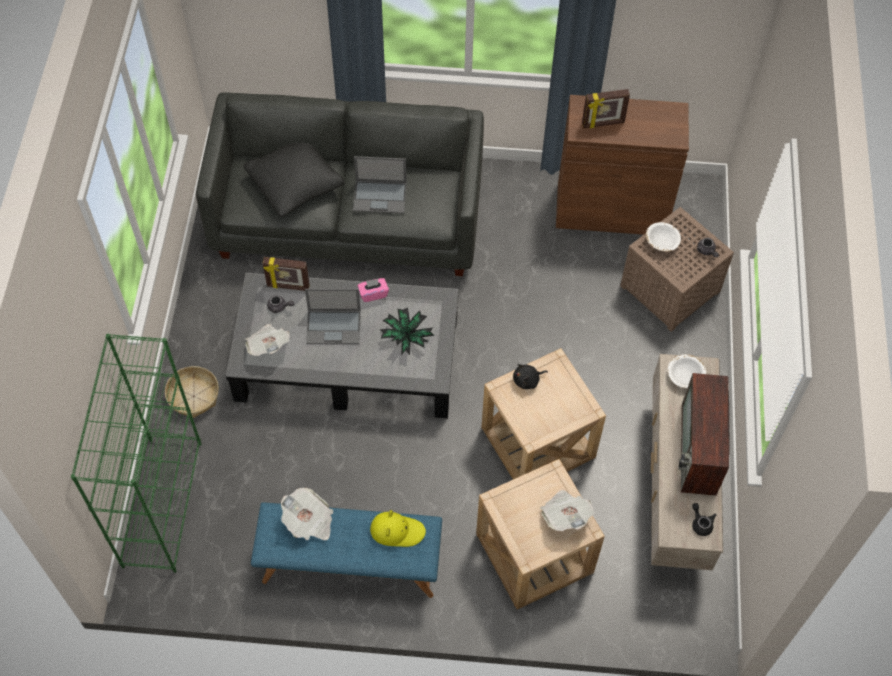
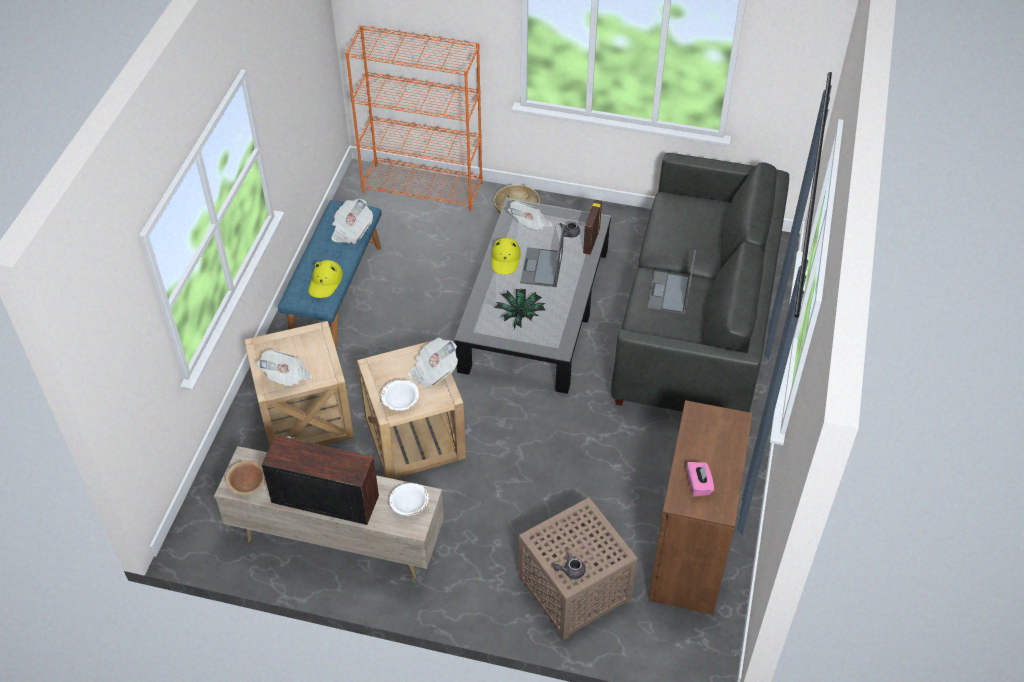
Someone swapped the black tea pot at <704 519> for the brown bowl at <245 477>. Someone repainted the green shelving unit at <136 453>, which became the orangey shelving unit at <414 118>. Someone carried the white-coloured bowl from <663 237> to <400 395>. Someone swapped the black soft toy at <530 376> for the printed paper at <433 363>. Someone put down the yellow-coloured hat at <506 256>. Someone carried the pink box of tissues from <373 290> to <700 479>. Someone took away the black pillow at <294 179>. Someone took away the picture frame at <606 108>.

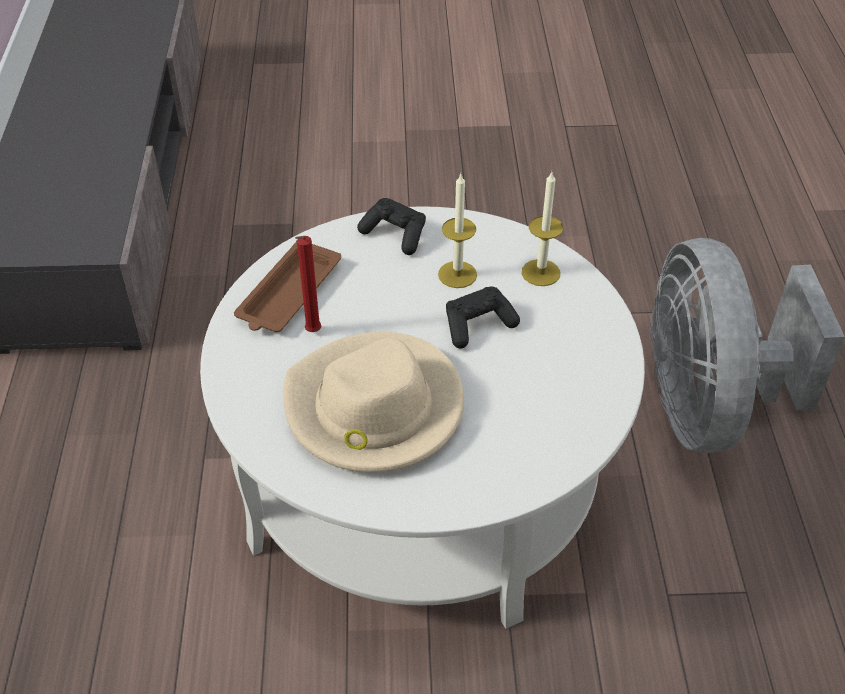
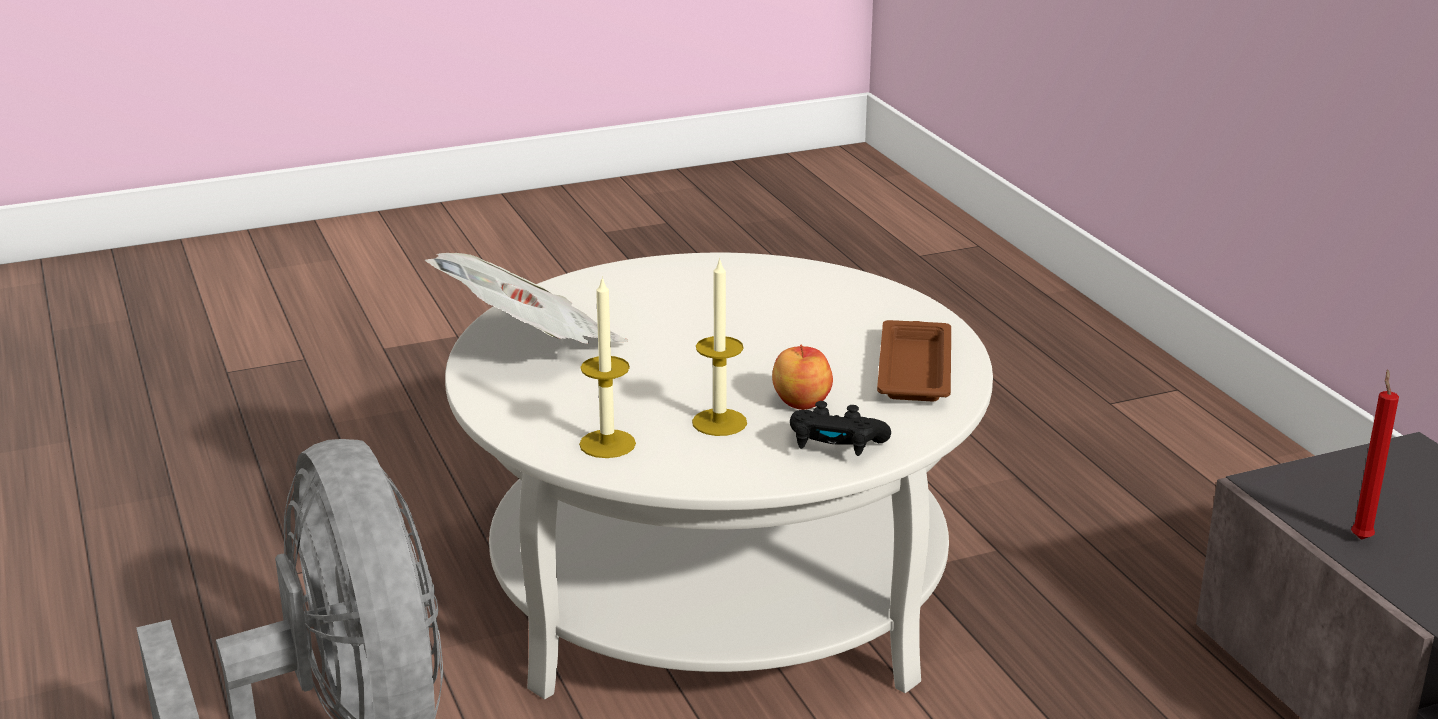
Someone put down the printed paper at <526 298>. Someone put down the whole apple at <802 377>. Someone carried the red-coloured candle from <308 284> to <1375 454>. Someone took away the sand-coloured hat at <374 402>. Someone took away the black gamepad at <483 317>.

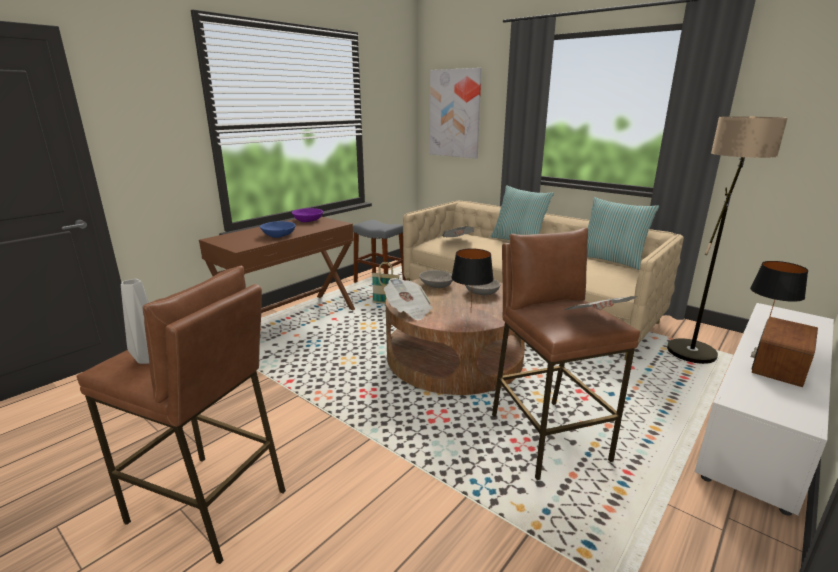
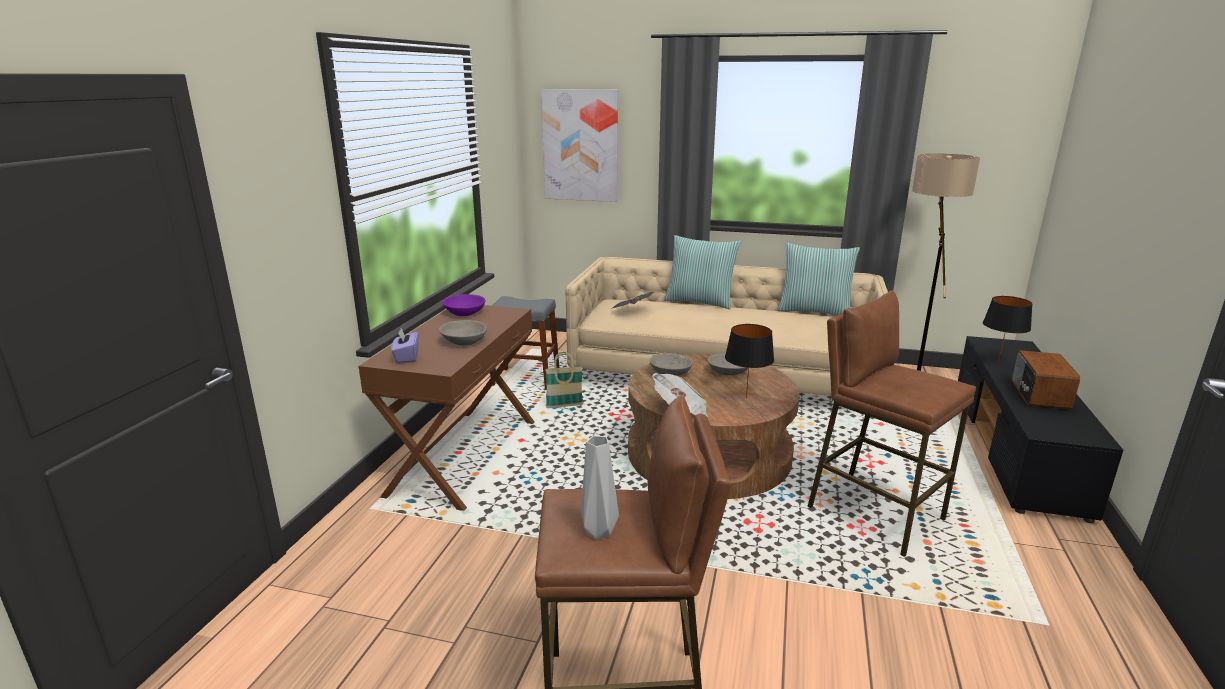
Someone put down the purple-coloured box of tissues at <405 345>. Someone repainted the blue bowl at <278 229>, which became the greyish bowl at <463 333>. Someone repainted the white-coloured tv stand at <764 409>, which became the black tv stand at <1040 429>. Someone took away the printed paper at <601 303>.

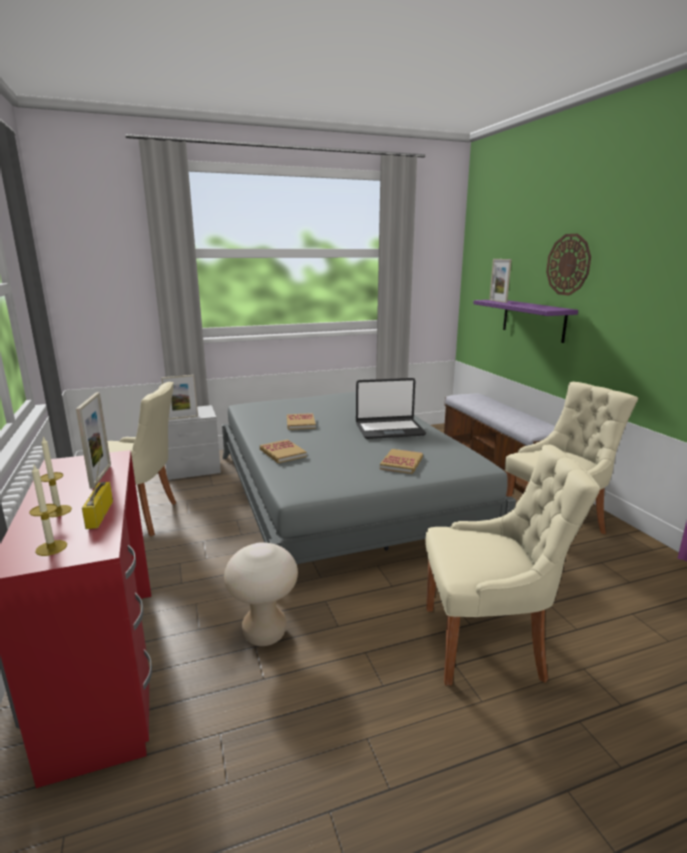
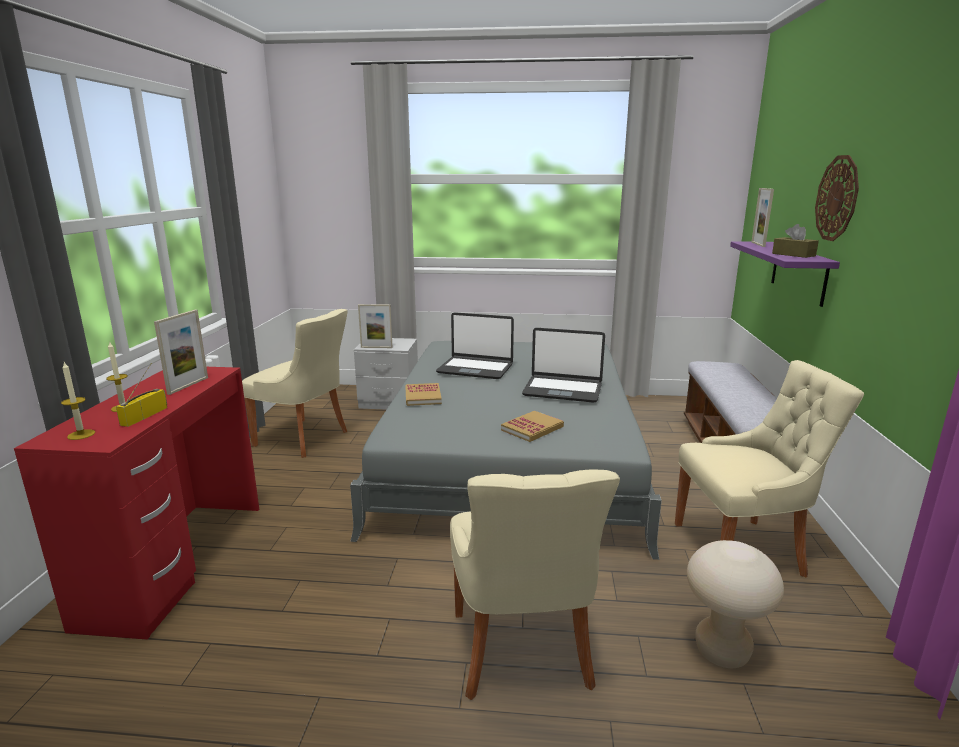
Someone swapped the bound book at <301 421> for the laptop at <475 345>. Someone rotated the sand-coloured upright chair at <512 565> by 60 degrees clockwise. Someone carried the sand-coloured stool seat from <261 594> to <735 604>. Someone put down the brown box of tissues at <795 241>.

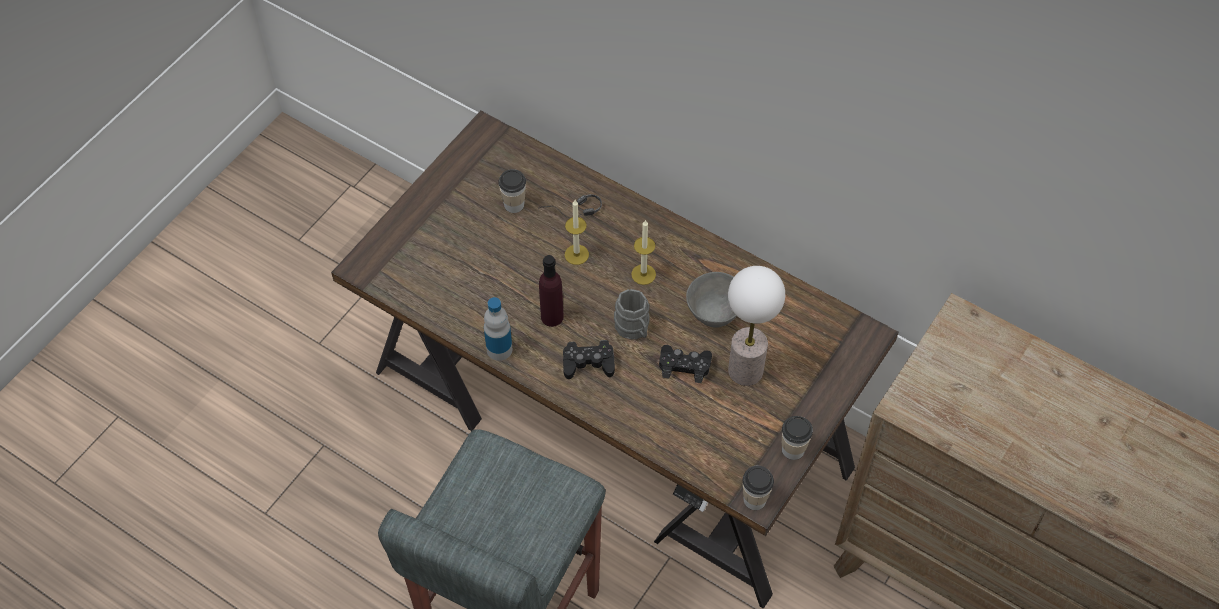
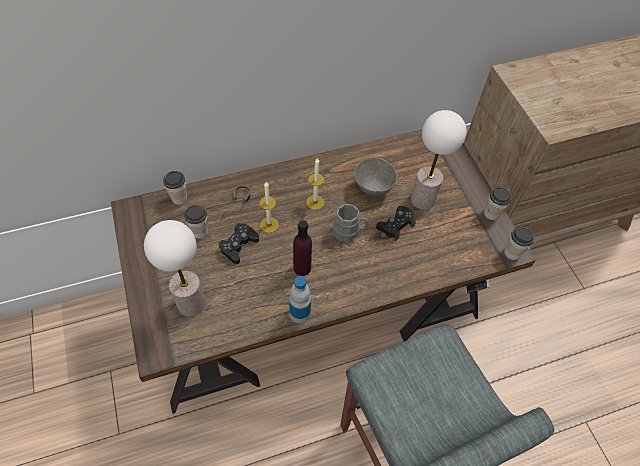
Someone put down the lamp for a table at <175 268>. Someone put down the drinking cup at <175 188>. Someone carried the black gamepad from <589 359> to <239 243>.

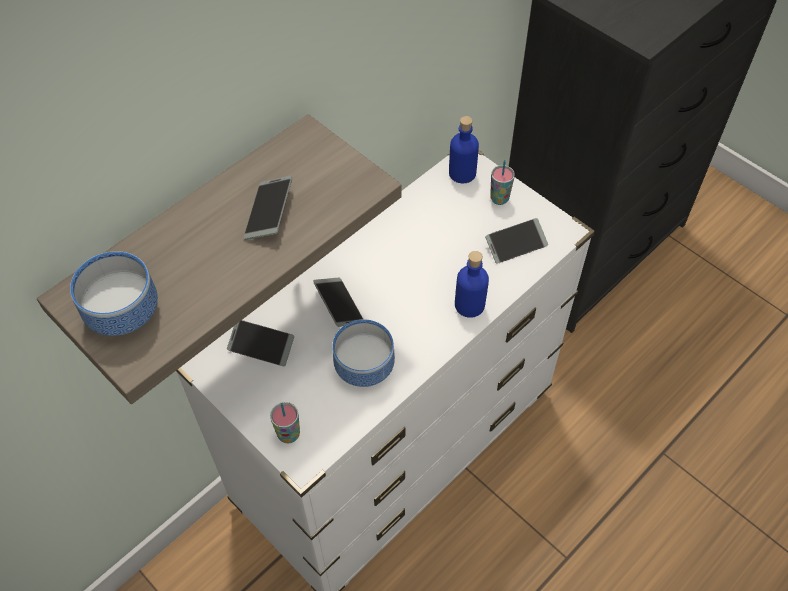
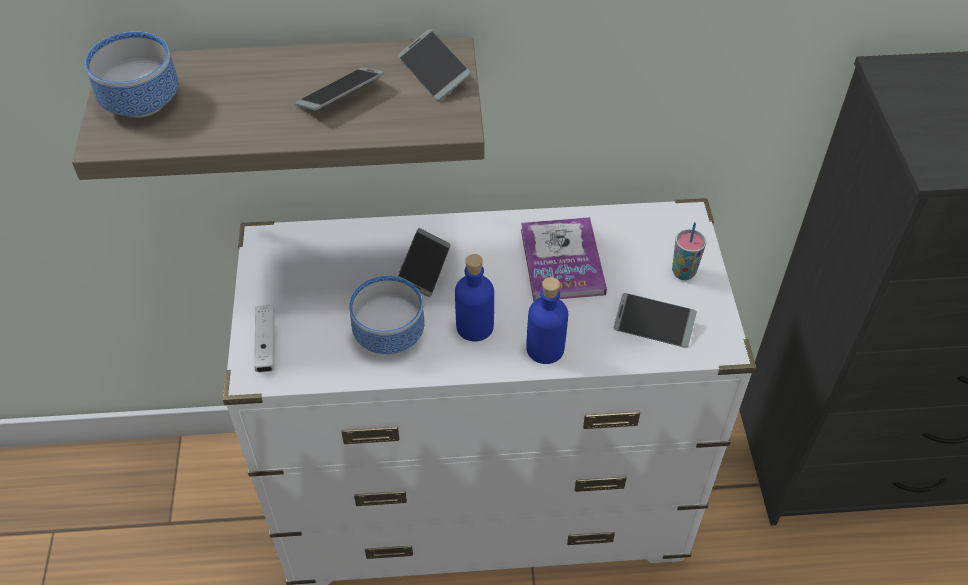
Someone swapped the drinking cup at <285 422> for the white-coloured gamepad at <264 338>. Someone carried the handset from <260 343> to <434 65>. Someone carried the blue drink bottle from <464 149> to <474 297>. Someone put down the bound book at <564 259>.

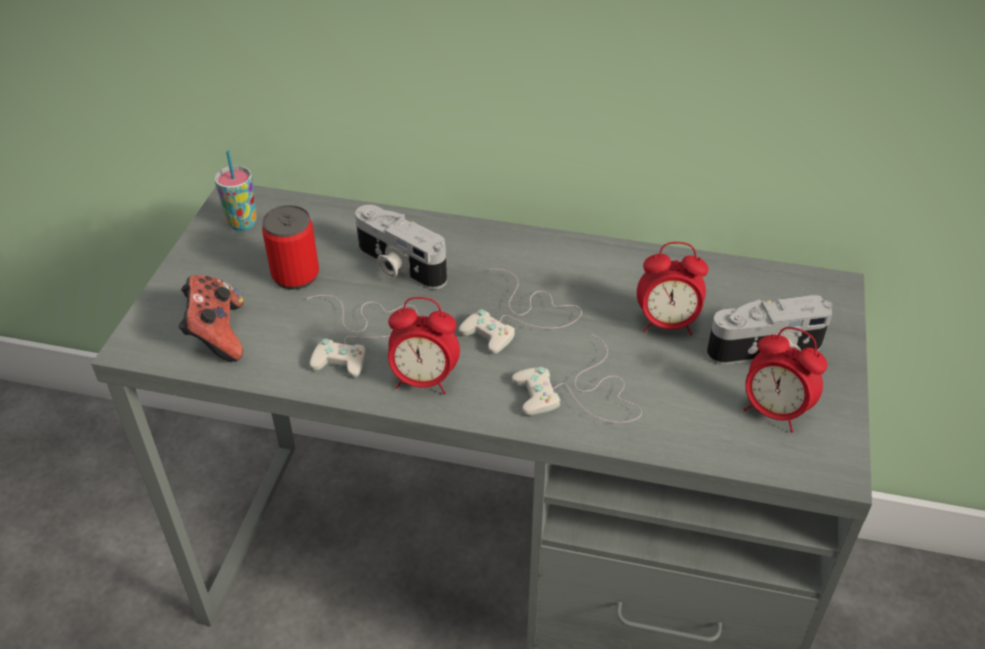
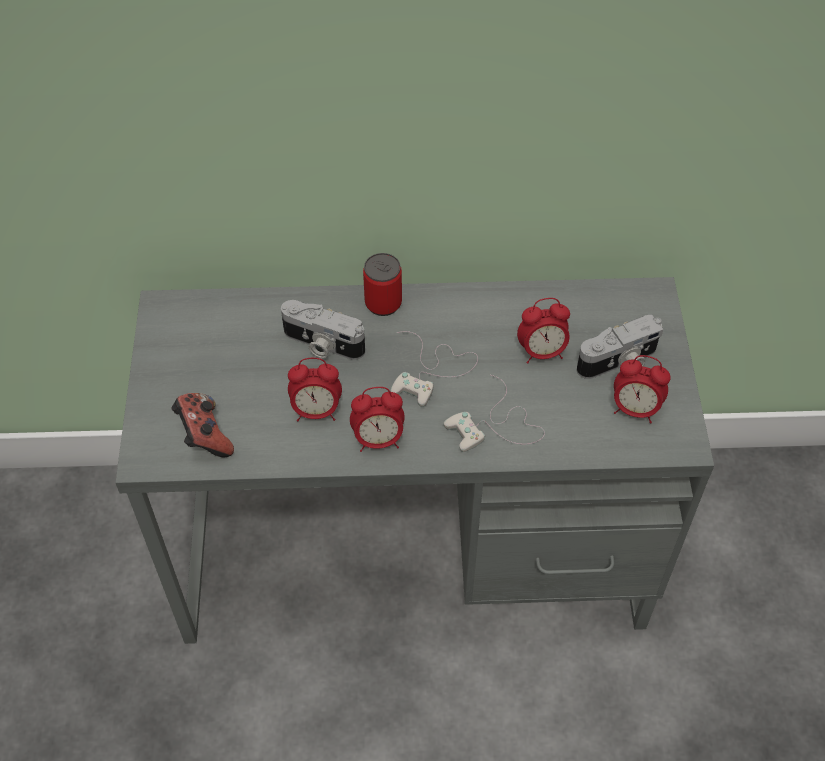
Someone swapped the white-coloured gamepad at <362 336> for the alarm clock at <315 389>. Someone carried the can from <290 247> to <382 284>. Someone took away the drinking cup at <235 191>.

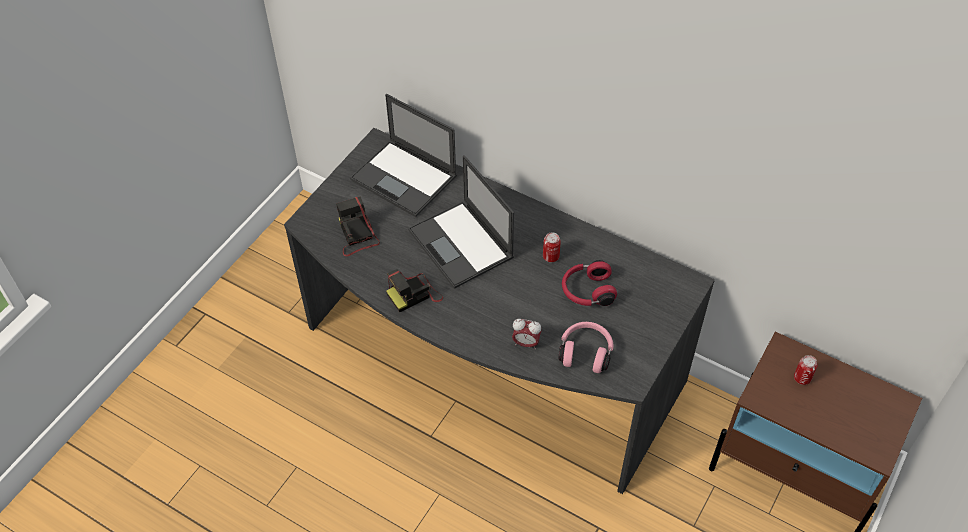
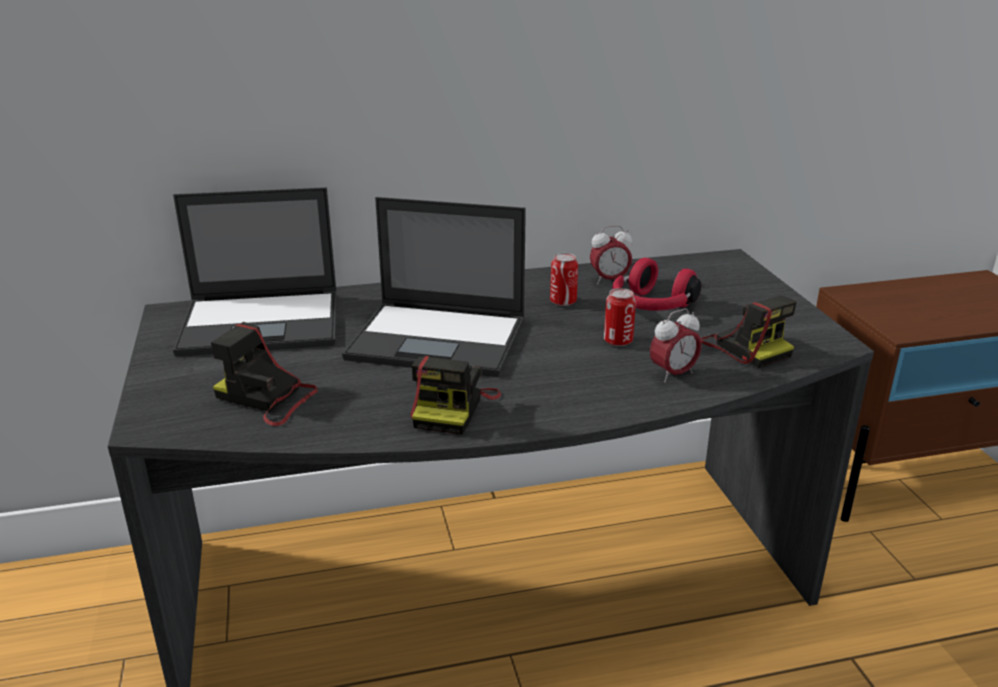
Someone put down the alarm clock at <611 254>. Someone carried the can from <805 370> to <620 317>. Someone swapped the pink headphones at <586 347> for the photo camera at <749 332>.

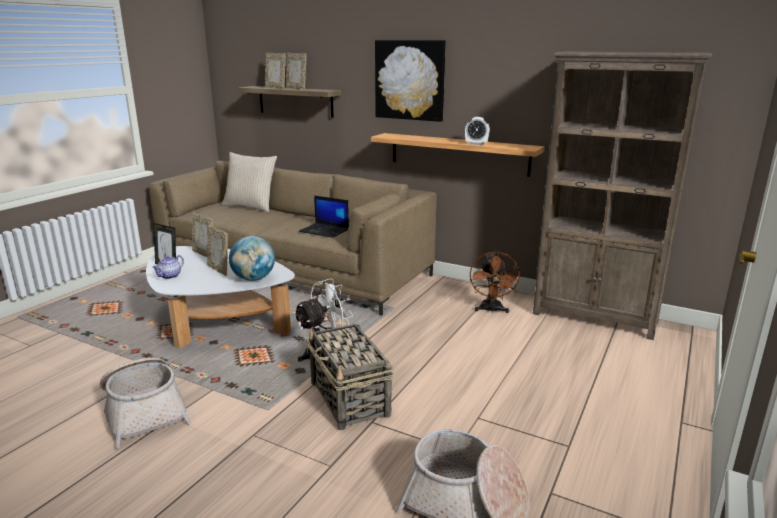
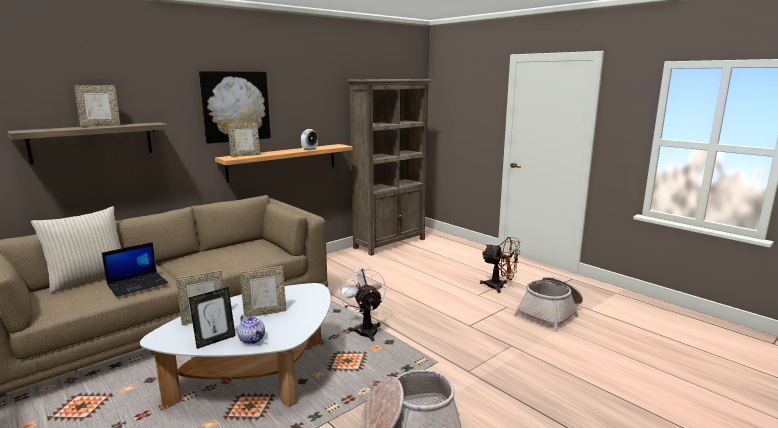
Someone carried the laptop from <324 217> to <135 269>. Someone carried the picture frame from <275 71> to <243 139>. Someone carried the brown electric fan from <495 282> to <500 265>. Someone took away the desk globe at <252 258>. Someone took away the basket at <349 377>.

